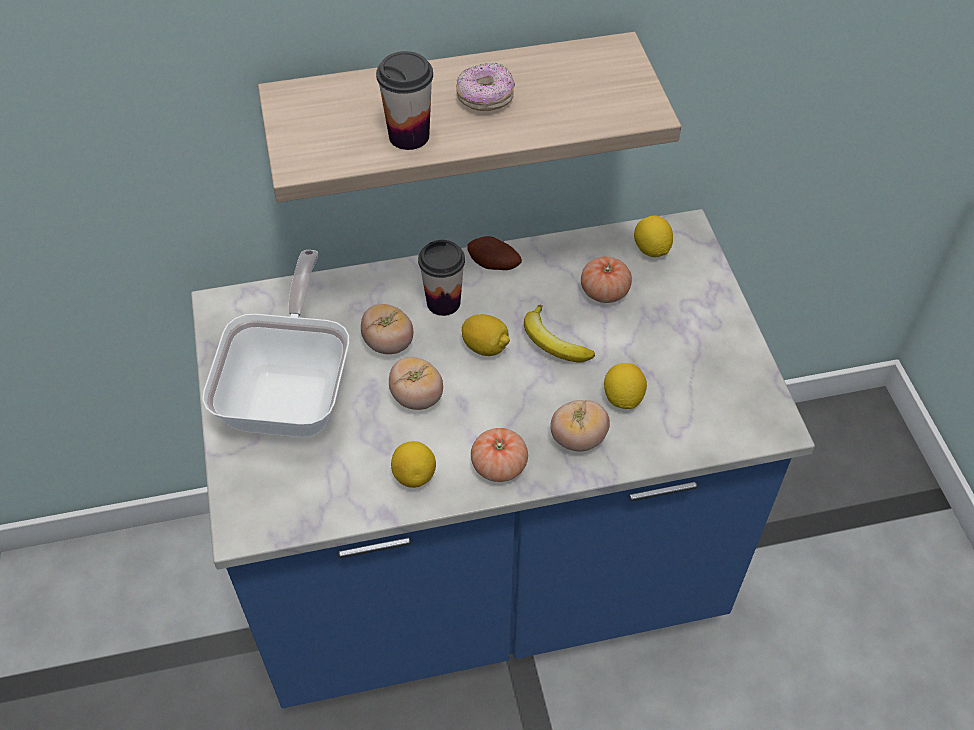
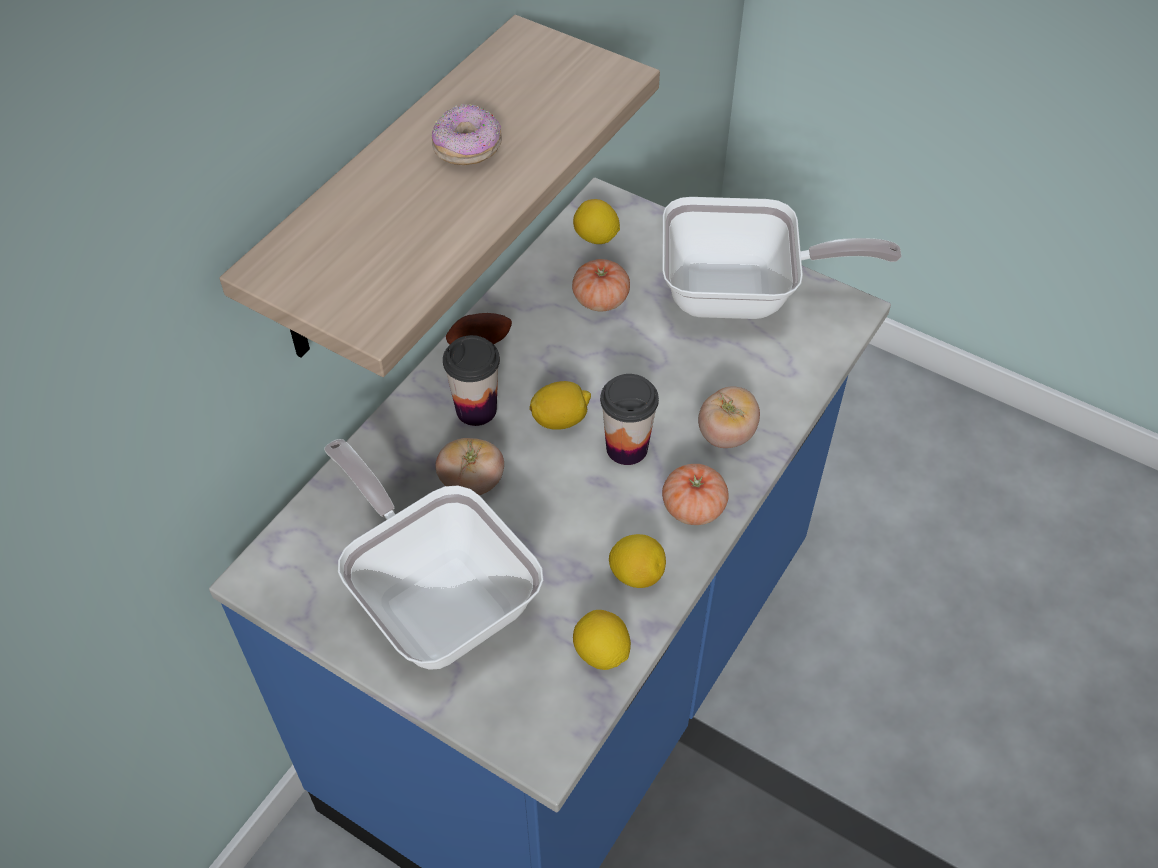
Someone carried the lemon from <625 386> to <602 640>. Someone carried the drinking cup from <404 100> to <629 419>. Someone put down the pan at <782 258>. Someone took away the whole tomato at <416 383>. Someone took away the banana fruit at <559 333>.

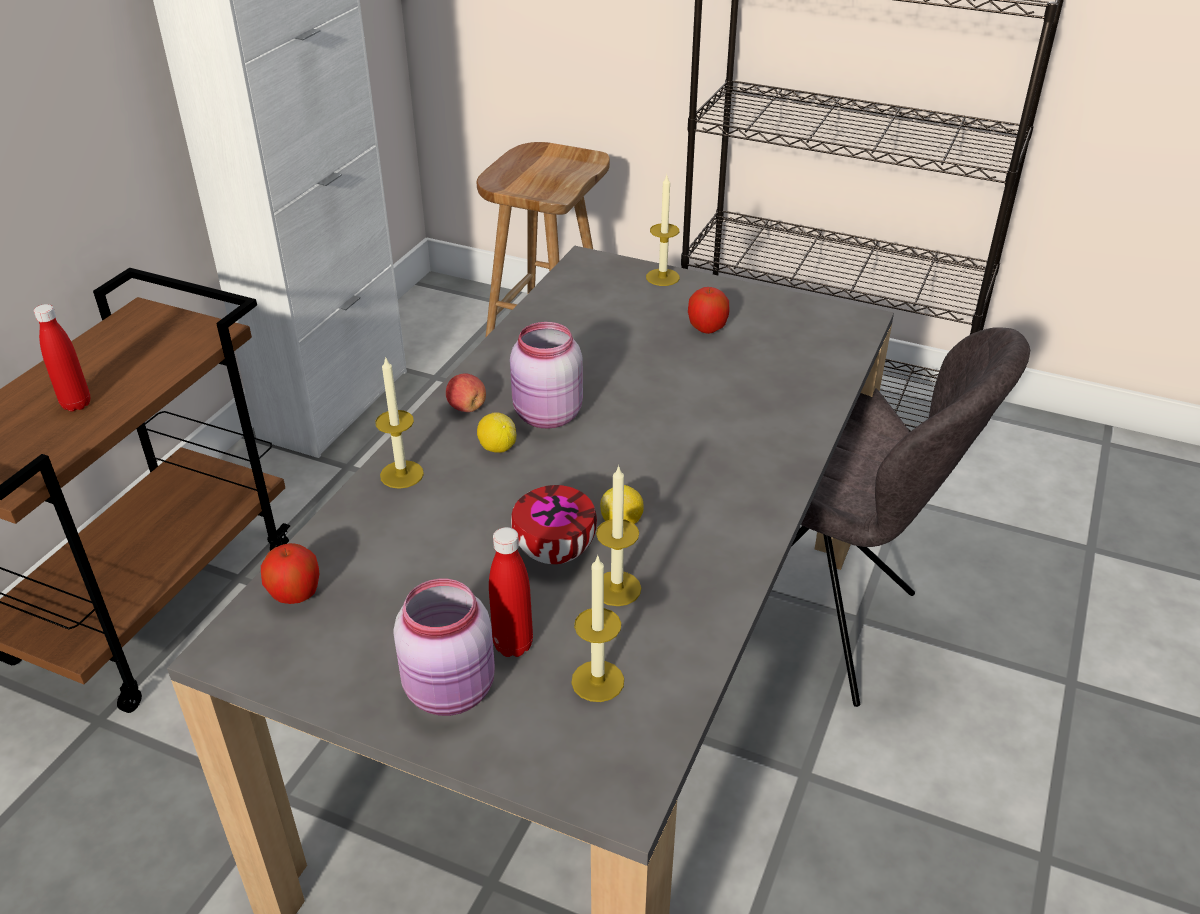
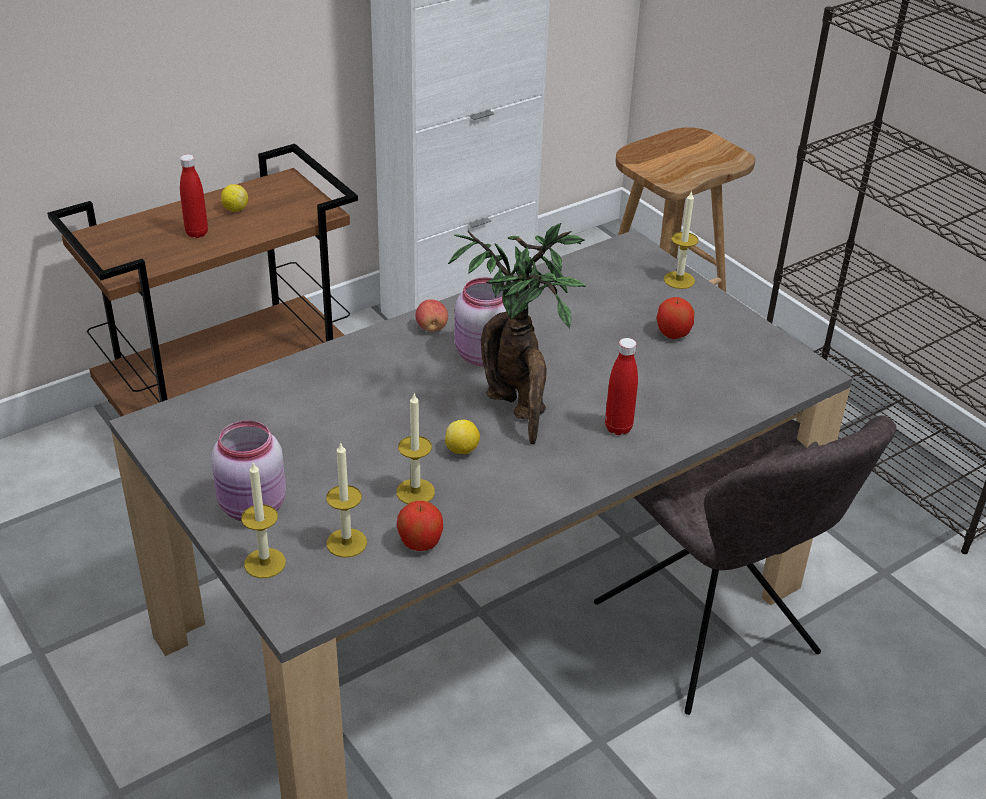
Someone carried the lemon from <496 432> to <234 198>. Someone carried the candle from <399 422> to <263 520>. Someone carried the whole apple from <290 573> to <420 526>. Someone put down the houseplant at <517 333>. Someone carried the red-coloured drink bottle from <511 592> to <621 386>. Someone took away the bowl at <554 524>.

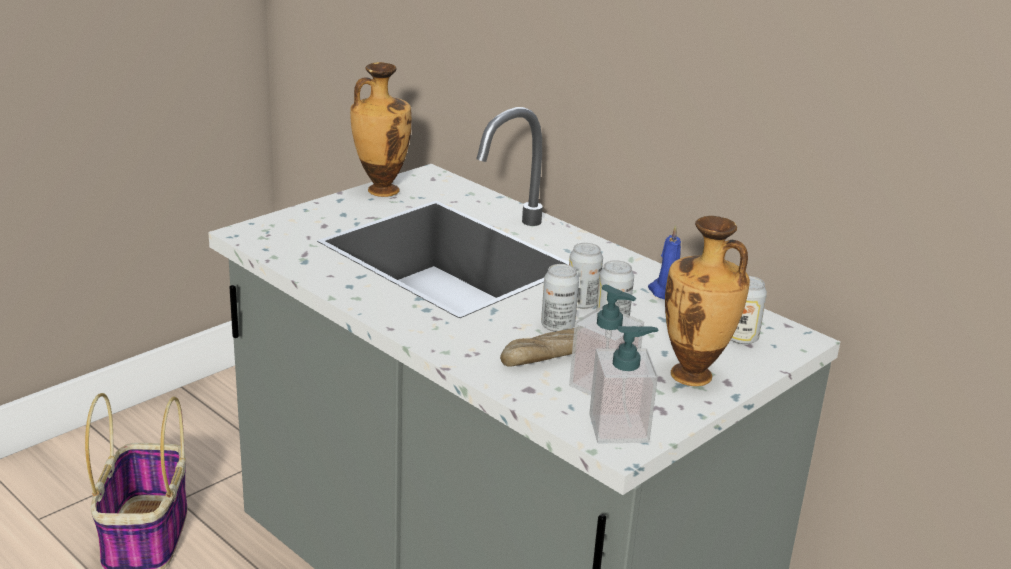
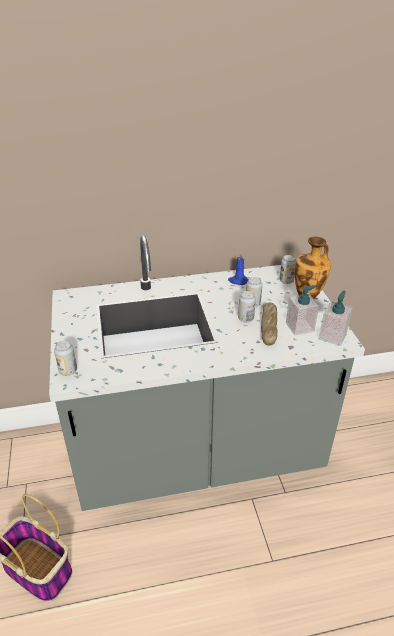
Someone carried the can from <586 276> to <65 358>. Someone took away the vase at <381 129>.

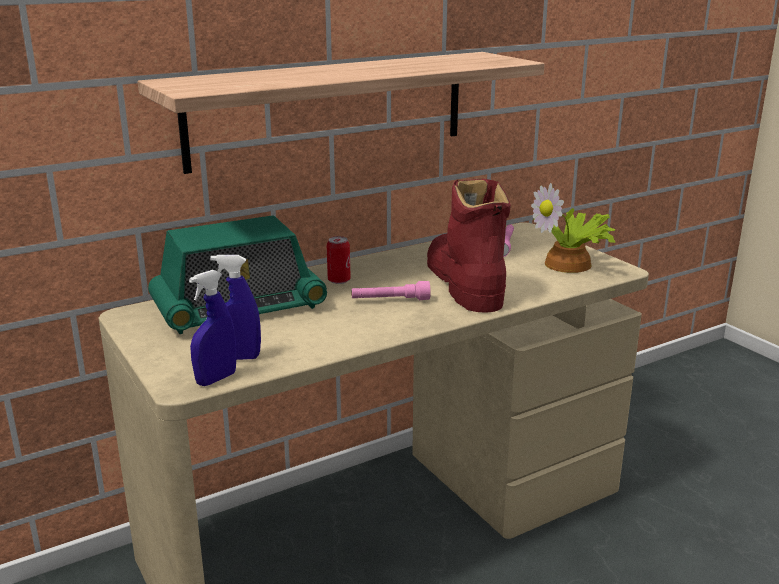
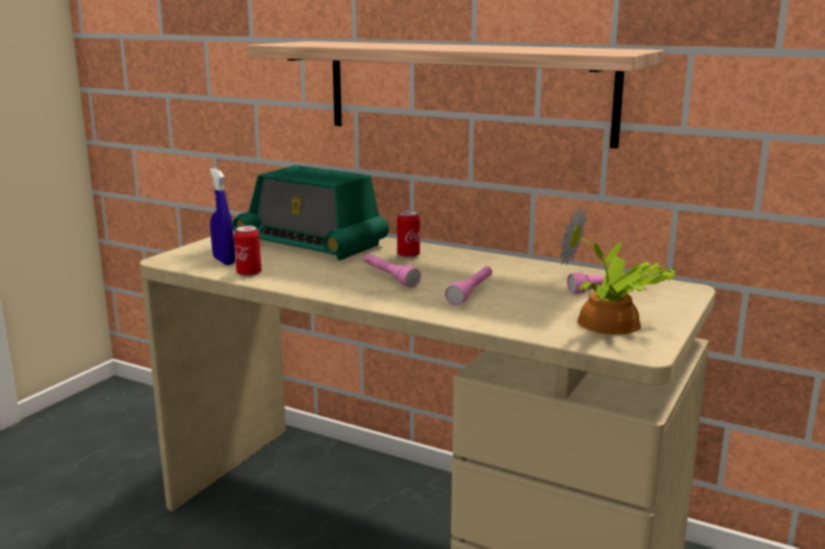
Someone put down the can at <247 251>. Someone swapped the red-coloured high-top boot at <469 245> for the pink flashlight at <468 286>. Someone took away the blue hand sprayer at <212 328>.

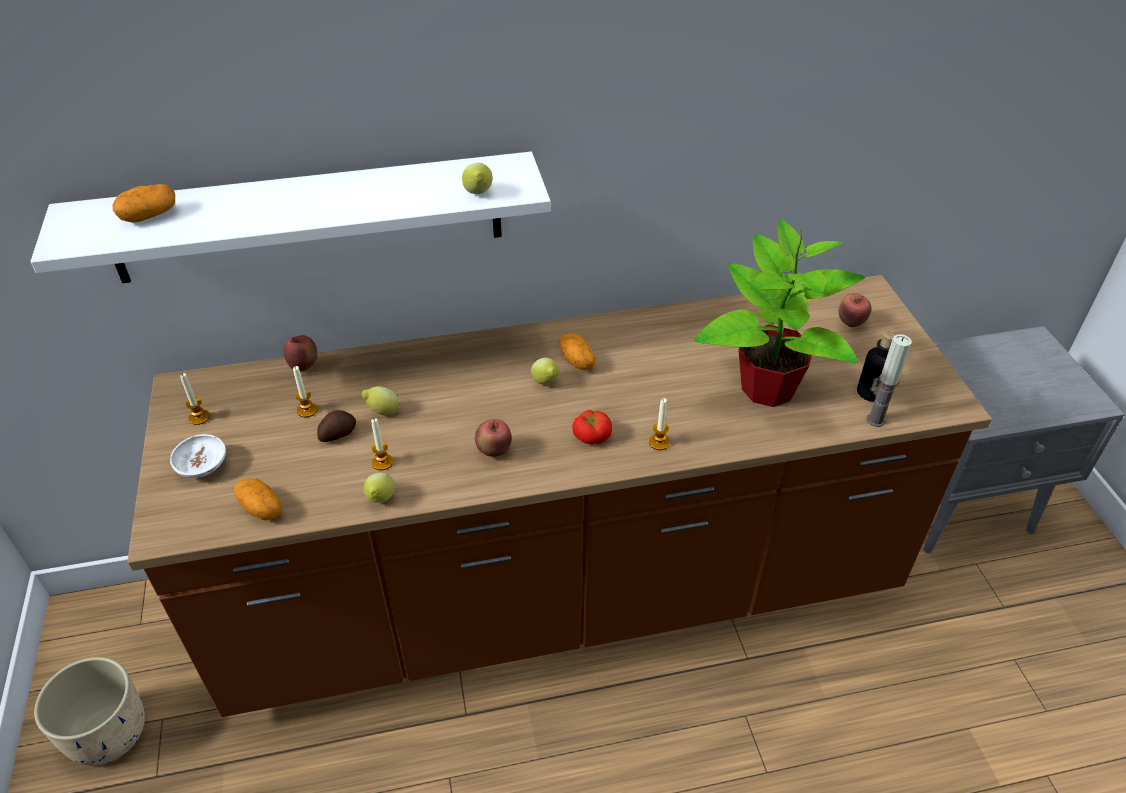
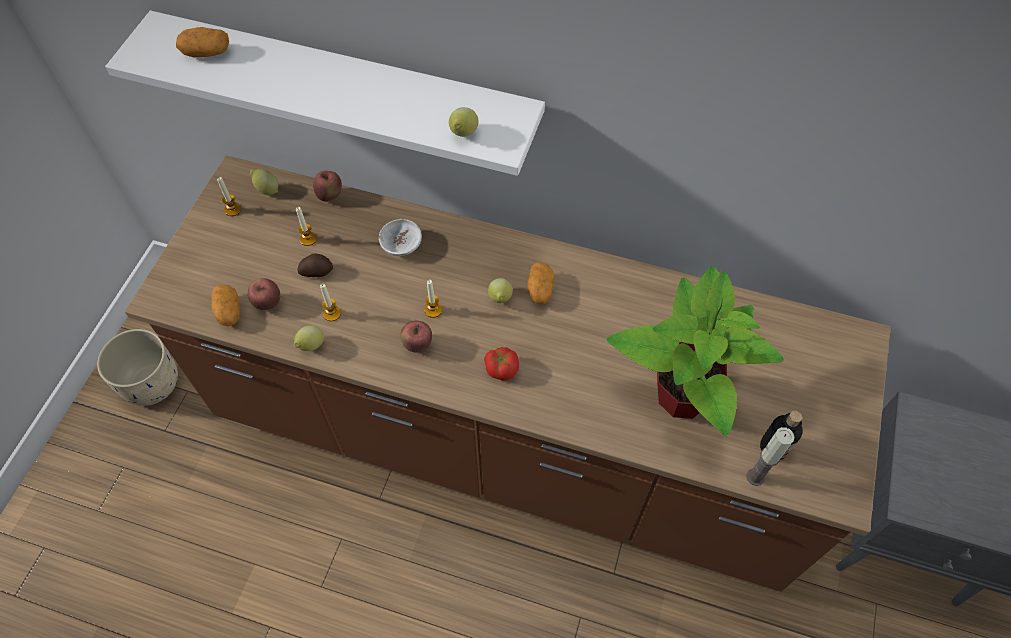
Someone carried the whole apple from <855 310> to <264 294>. Someone carried the lemon from <380 400> to <264 182>. Someone carried the white-coloured bowl from <198 456> to <400 237>. Someone carried the candle from <659 424> to <433 299>.

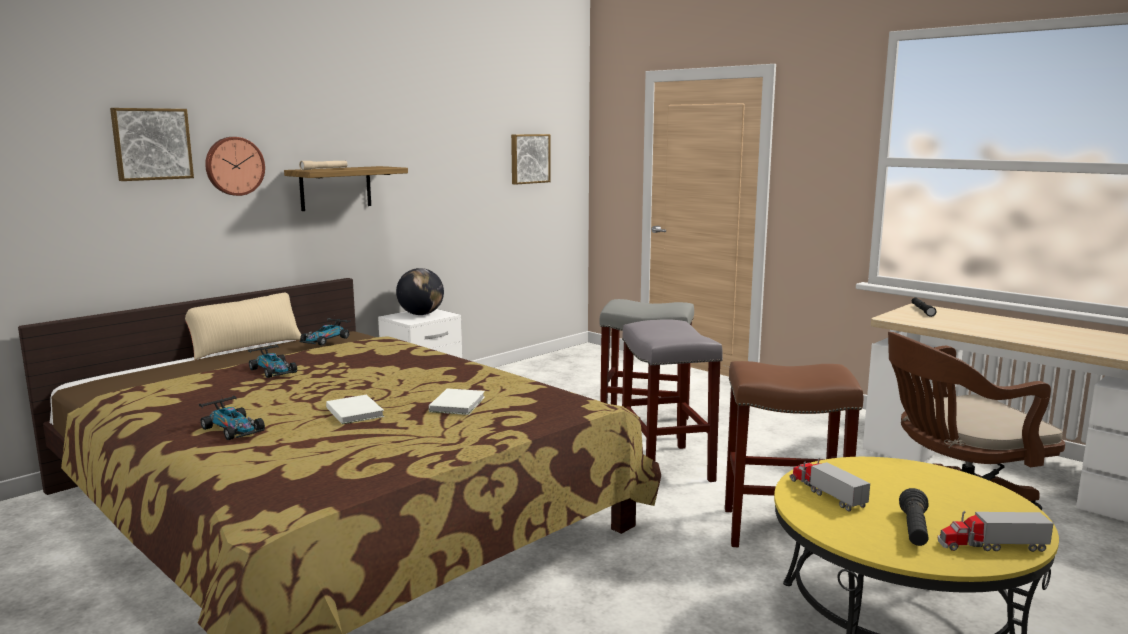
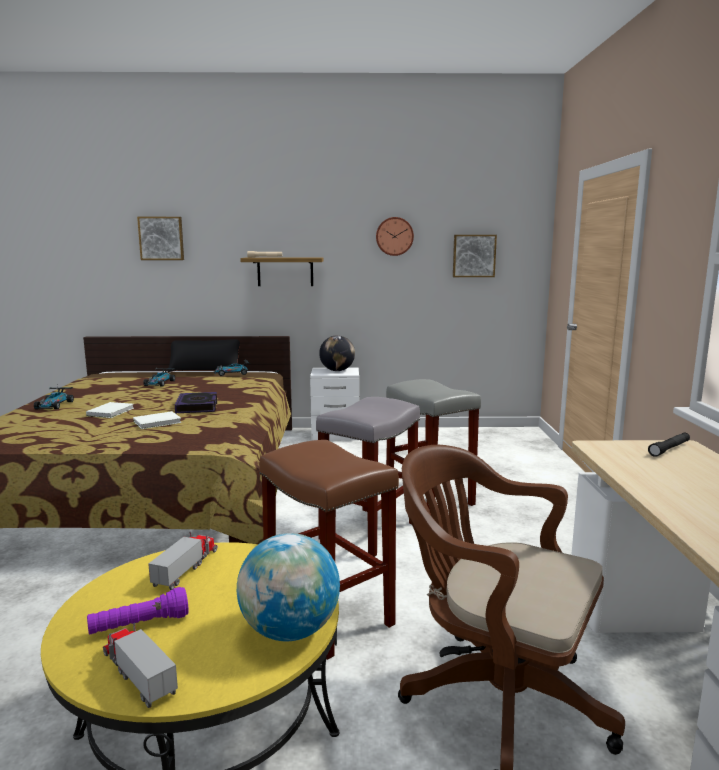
Someone repainted the black flashlight at <914 517>, which became the purple-coloured flashlight at <138 610>. Someone repainted the sand-coloured pillow at <243 326>, which became the black pillow at <203 355>. Someone put down the bound book at <196 403>. Someone put down the desk globe at <288 587>. Someone carried the clock on the wall from <235 166> to <395 236>.

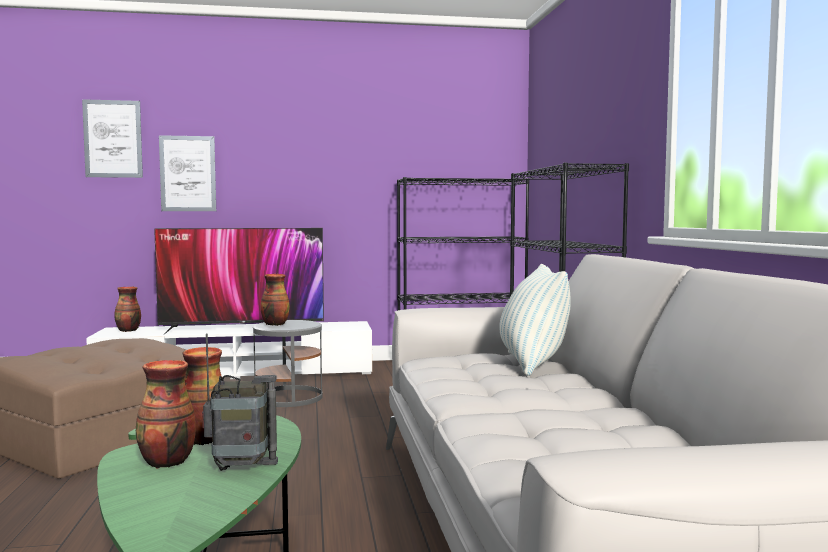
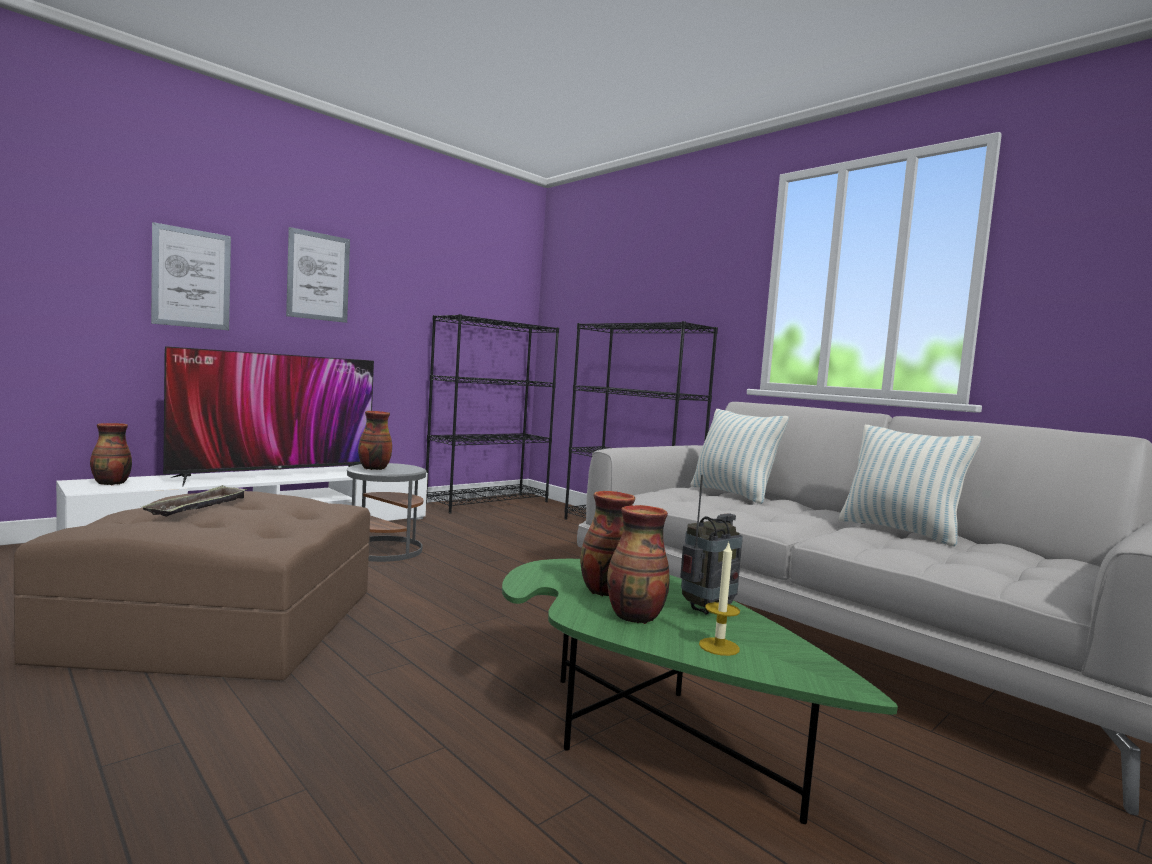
Someone put down the tray at <195 501>. Someone carried the picture from <112 138> to <318 275>. Someone put down the candle at <719 599>. Someone put down the pillow at <910 486>.

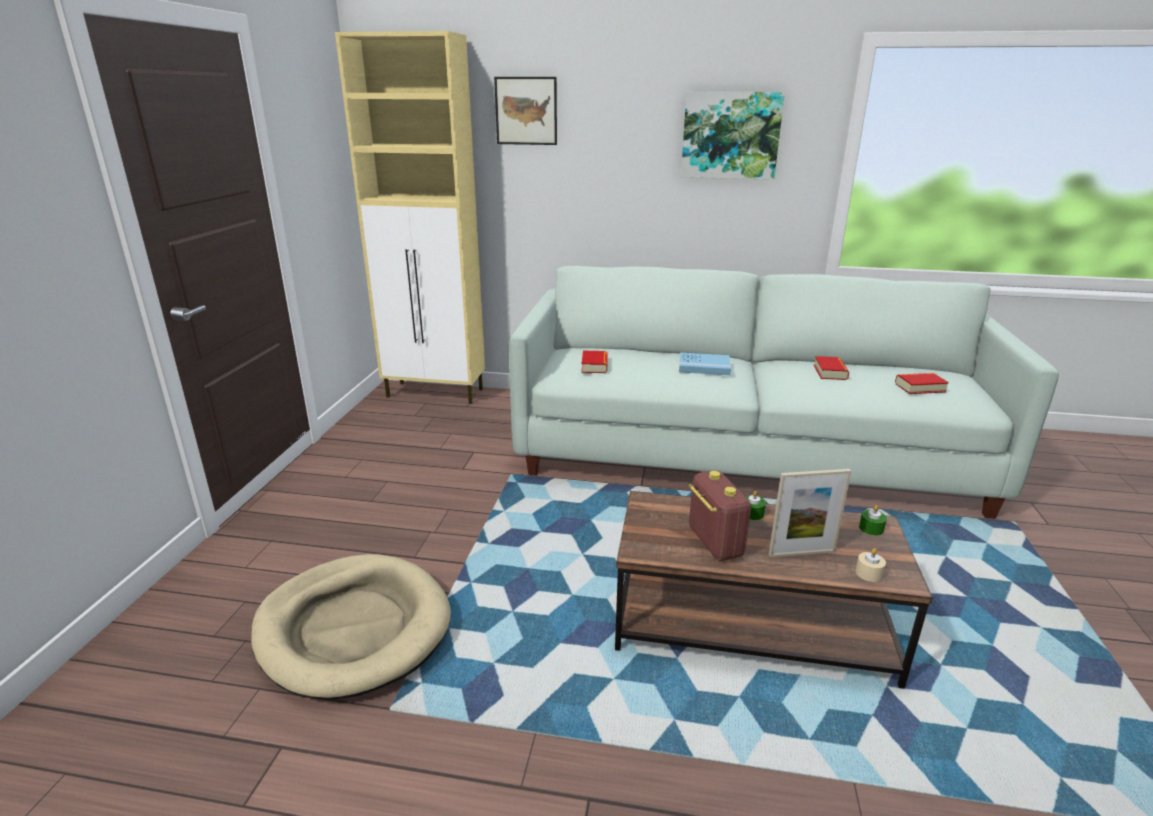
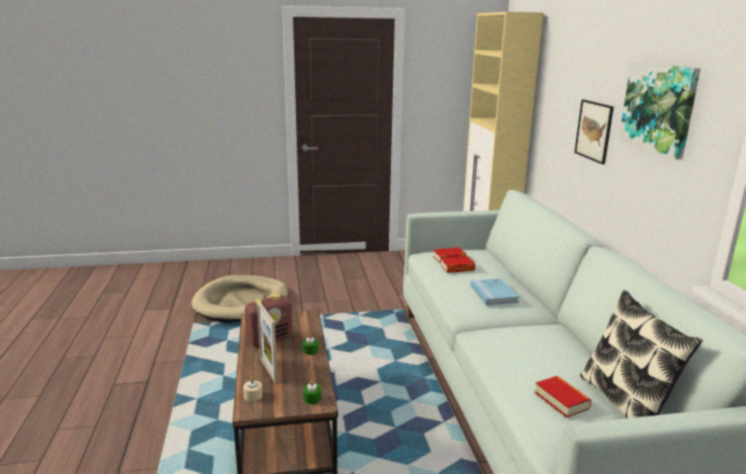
Someone carried the bound book from <831 368> to <458 264>. Someone carried the picture from <525 111> to <594 132>. Someone put down the pillow at <641 354>.

